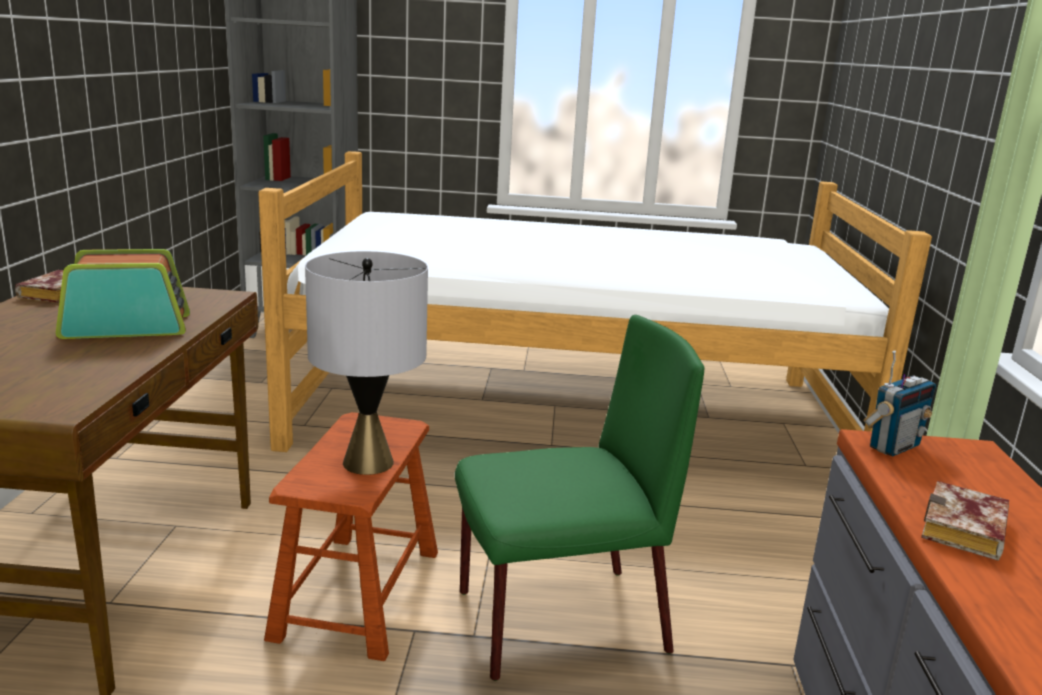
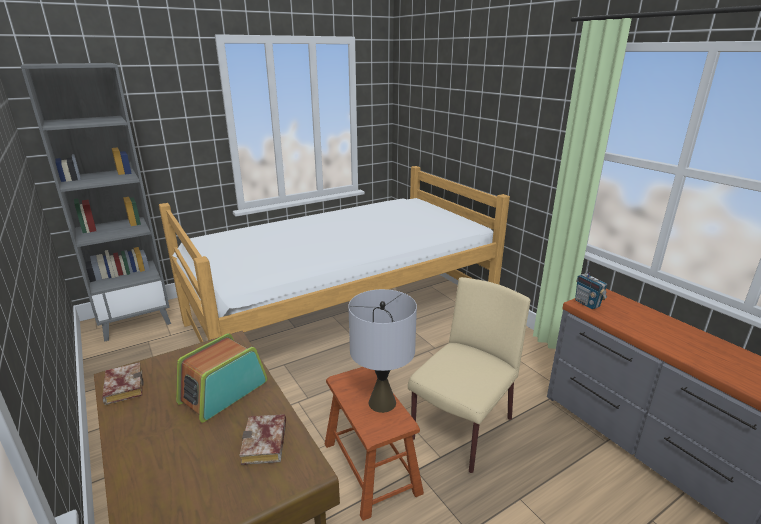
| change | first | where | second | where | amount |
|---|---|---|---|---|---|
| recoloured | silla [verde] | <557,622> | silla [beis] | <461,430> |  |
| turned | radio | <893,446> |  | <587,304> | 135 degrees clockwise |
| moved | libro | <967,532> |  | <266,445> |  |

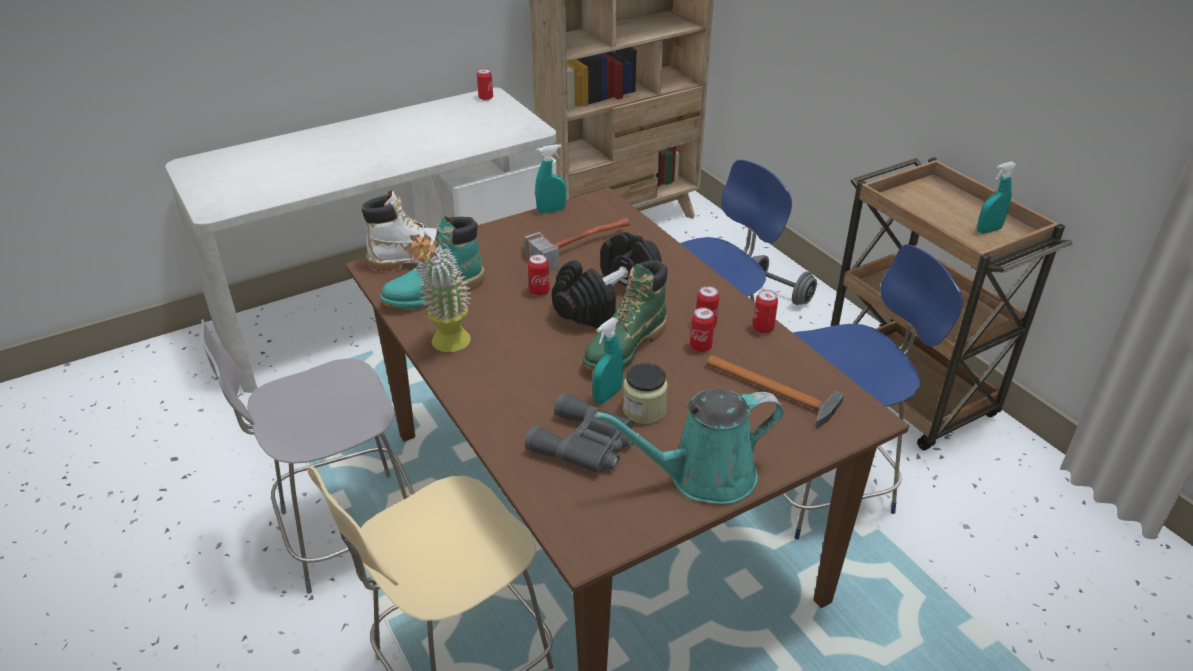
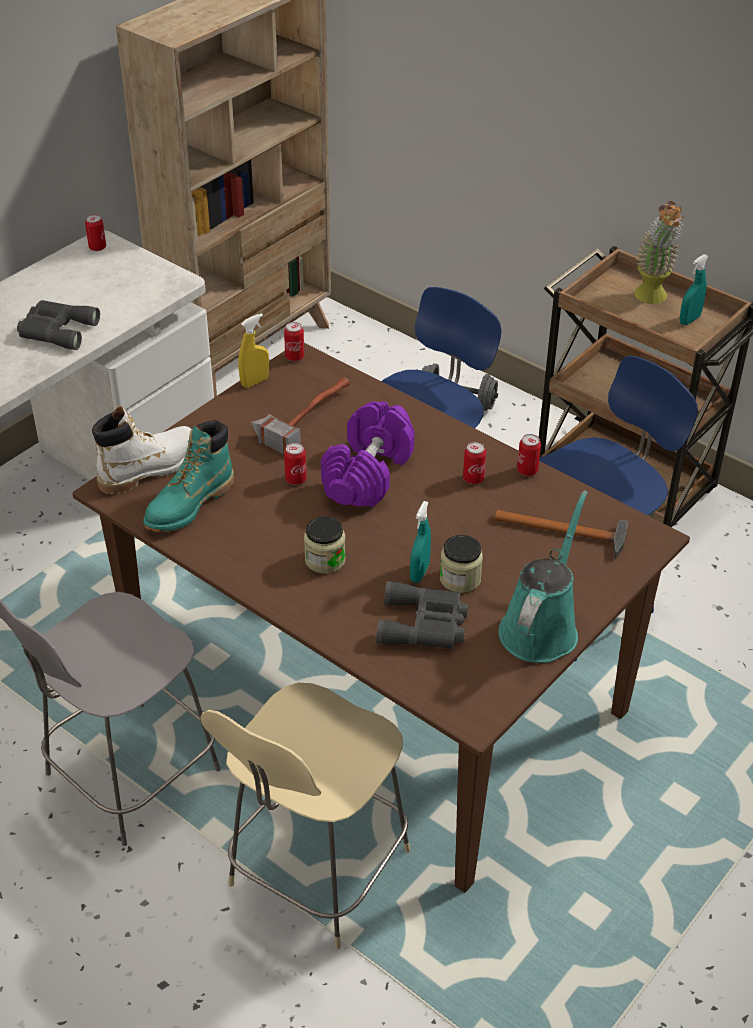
| change | first | where | second | where | amount |
|---|---|---|---|---|---|
| moved | planta en maceta | <447,347> |  | <652,300> |  |
| recoloured | pulverizador [turquesa] | <551,210> | pulverizador [amarillo] | <255,382> |  |
| recoloured | mancuerna [negro] | <607,300> | mancuerna [morado] | <367,473> |  |
| removed | bota [verde] | <625,348> |  |  |  |
| turned | regadera [turquesa] | <703,476> |  | <541,627> | 150 degrees clockwise |
| moved | lata | <700,347> |  | <294,357> |  |
| added |  |  | prismáticos [gris] | <56,330> |  |
| added |  |  | tarro | <325,560> |  |

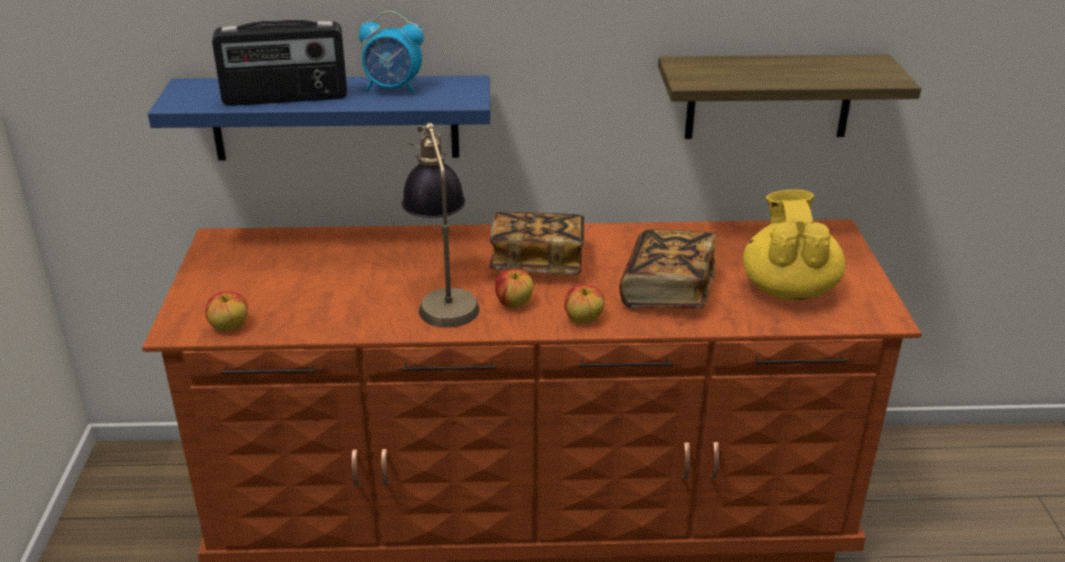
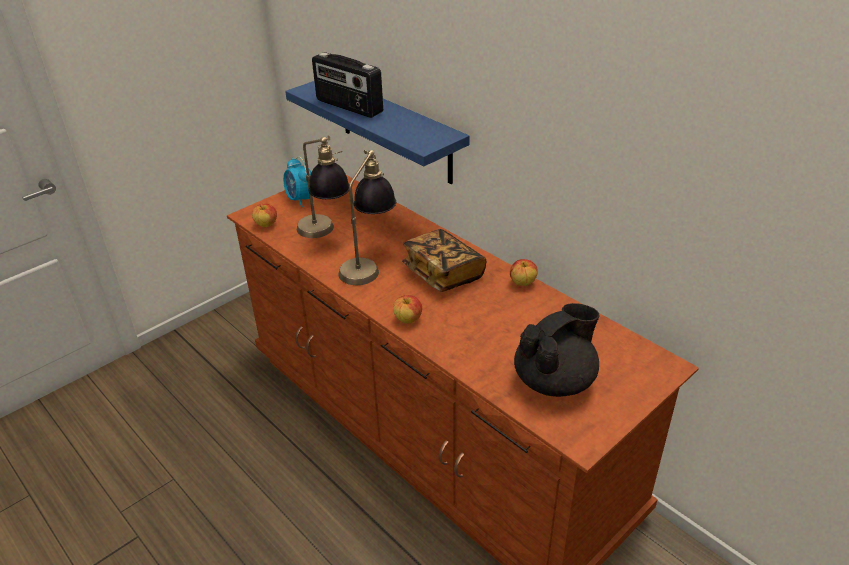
| change | first | where | second | where | amount |
|---|---|---|---|---|---|
| moved | despertador | <393,89> |  | <300,200> |  |
| moved | manzana | <513,303> |  | <522,282> |  |
| removed | libro | <667,291> |  |  |  |
| removed | estante | <769,96> |  |  |  |
| recoloured | tetera [amarillo] | <788,288> | tetera [negro] | <555,380> |  |
| added |  |  | lámpara de mesa | <325,234> |  |

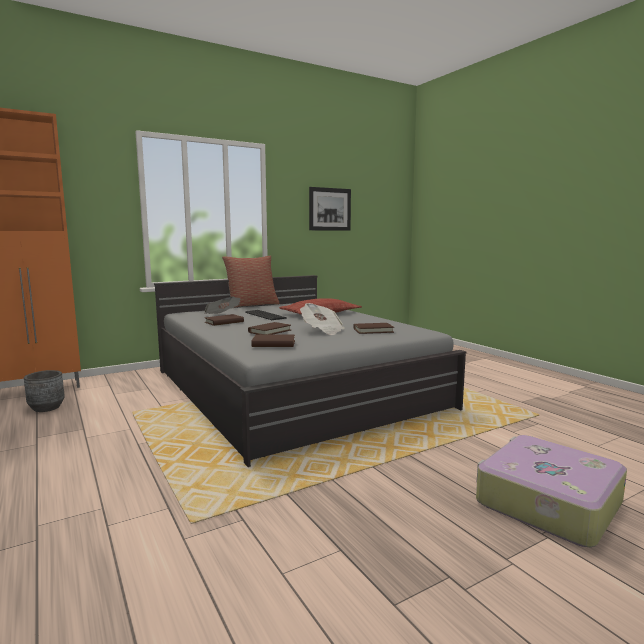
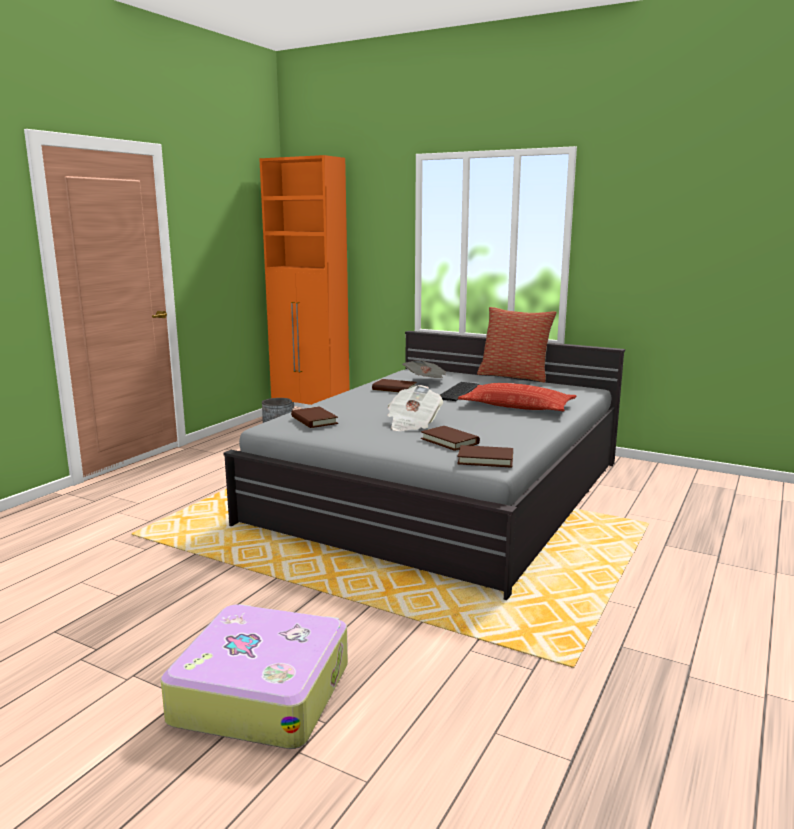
| change | first | where | second | where | amount |
|---|---|---|---|---|---|
| moved | libro [marrón] | <269,331> |  | <485,459> |  |
| removed | cuadro | <330,209> |  |  |  |

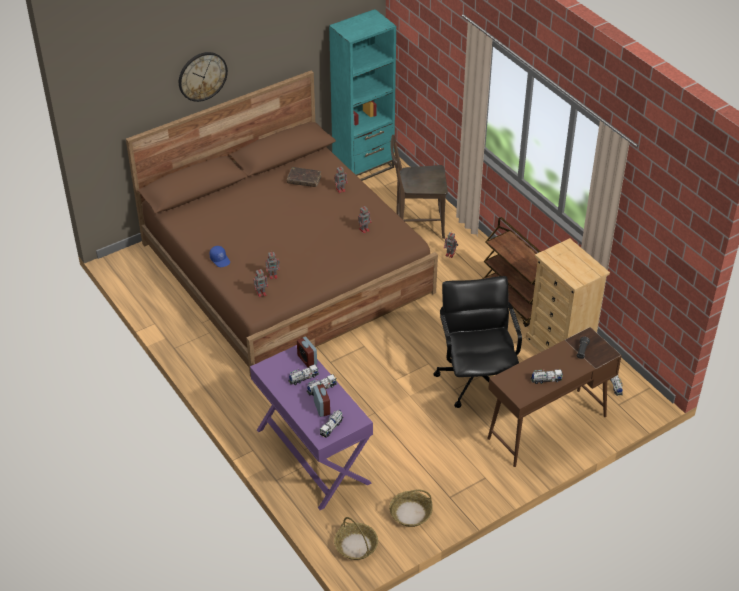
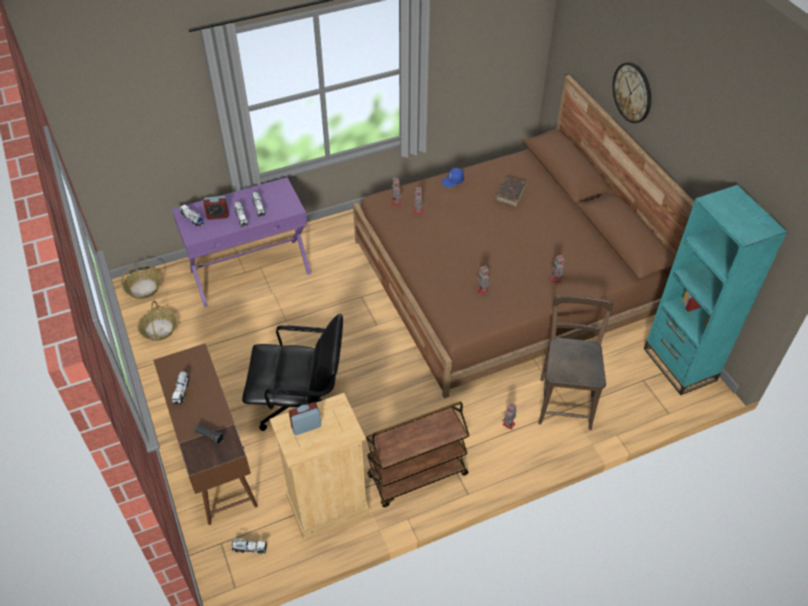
| change | first | where | second | where | amount |
|---|---|---|---|---|---|
| moved | libro [marrón] | <304,180> |  | <510,194> |  |
| moved | despertador | <307,360> |  | <306,426> |  |

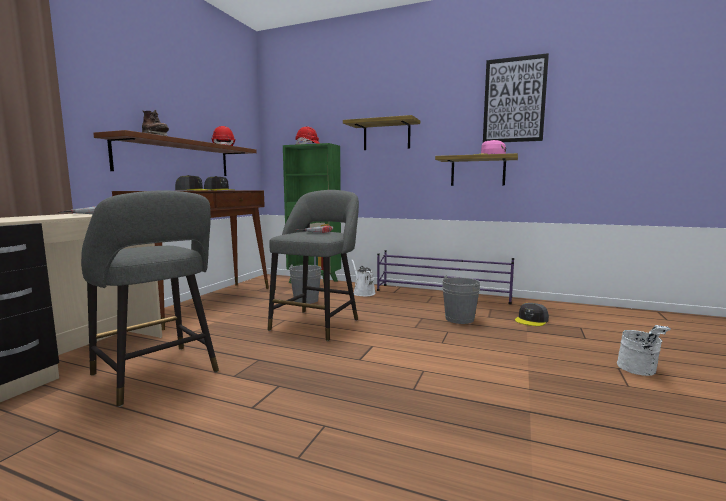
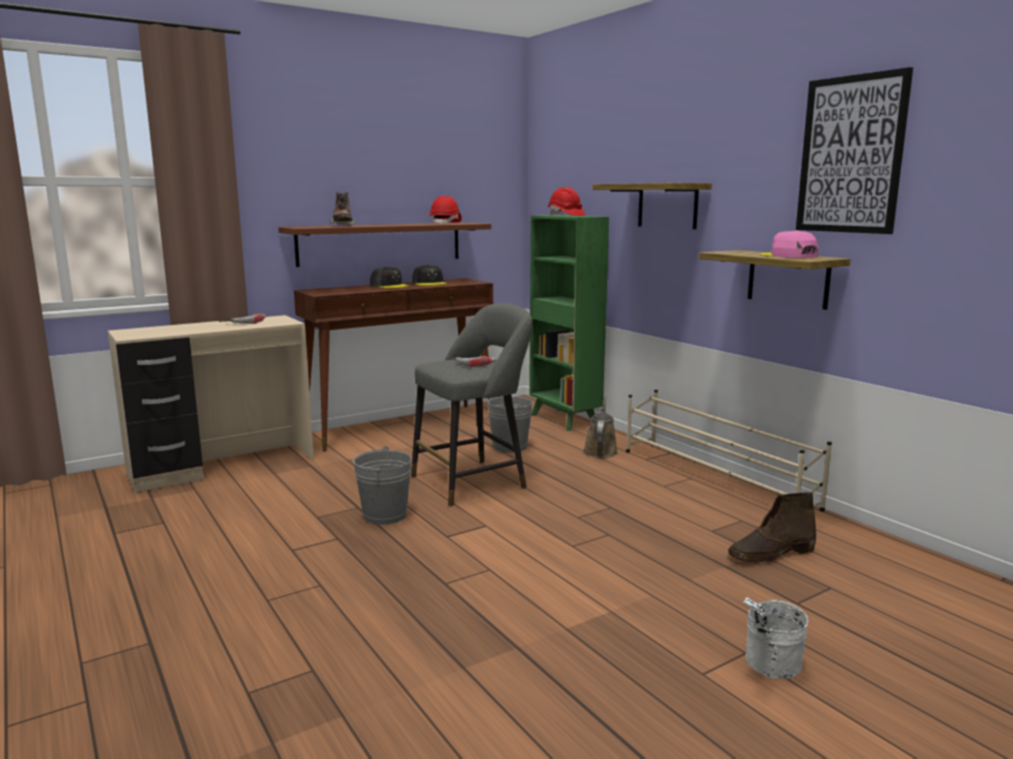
| change | first | where | second | where | amount |
|---|---|---|---|---|---|
| removed | taburete [gris] | <158,375> |  |  |  |
| recoloured | regadera [blanco] | <363,293> | regadera [marrón] | <600,451> |  |
| recoloured | zapatero [morado] | <442,294> | zapatero [beis] | <715,478> |  |
| moved | cubo [gris] | <459,319> |  | <385,515> |  |
| replaced | gorra [gris] | <531,320> | bota [marrón] | <771,554> |  |

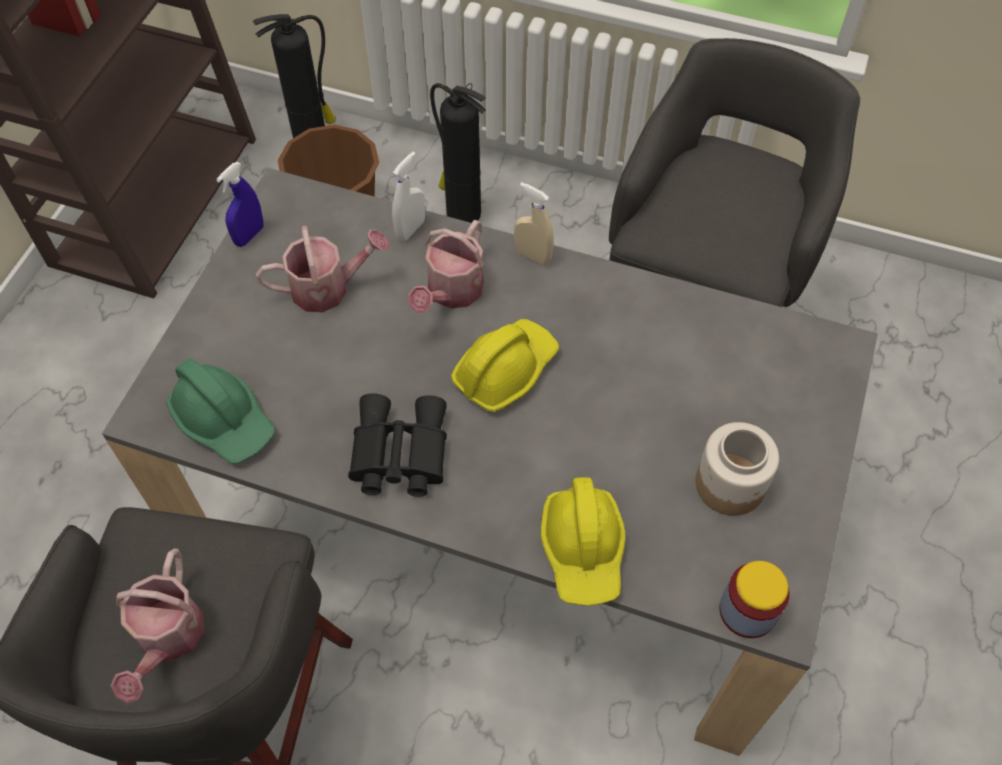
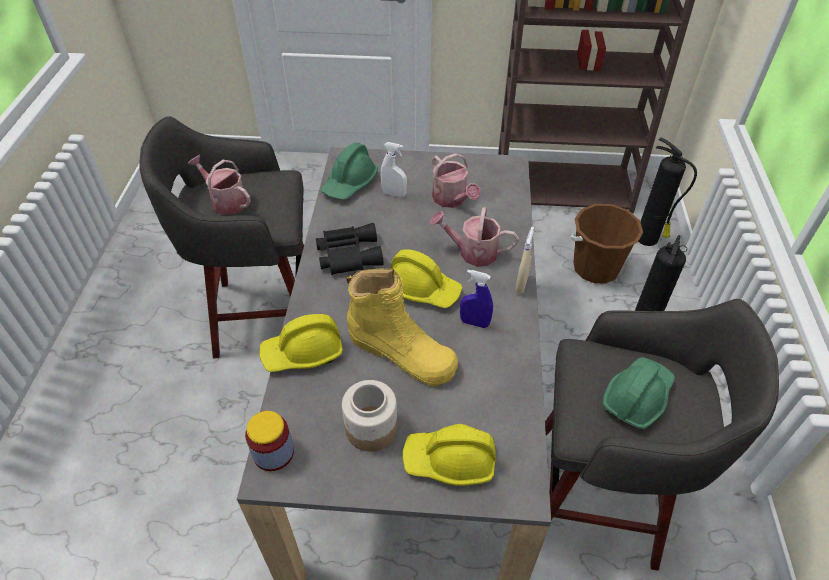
| change | first | where | second | where | amount |
|---|---|---|---|---|---|
| turned | regadera | <168,639> |  | <225,201> | 45 degrees clockwise |
| moved | pulverizador [azul] | <249,235> |  | <474,323> |  |
| moved | pulverizador [blanco] | <410,229> |  | <394,194> |  |
| added |  |  | bota [amarillo] | <402,352> |  |
| added |  |  | casco [amarillo] | <450,461> |  |
| added |  |  | casco [verde] | <637,396> |  |

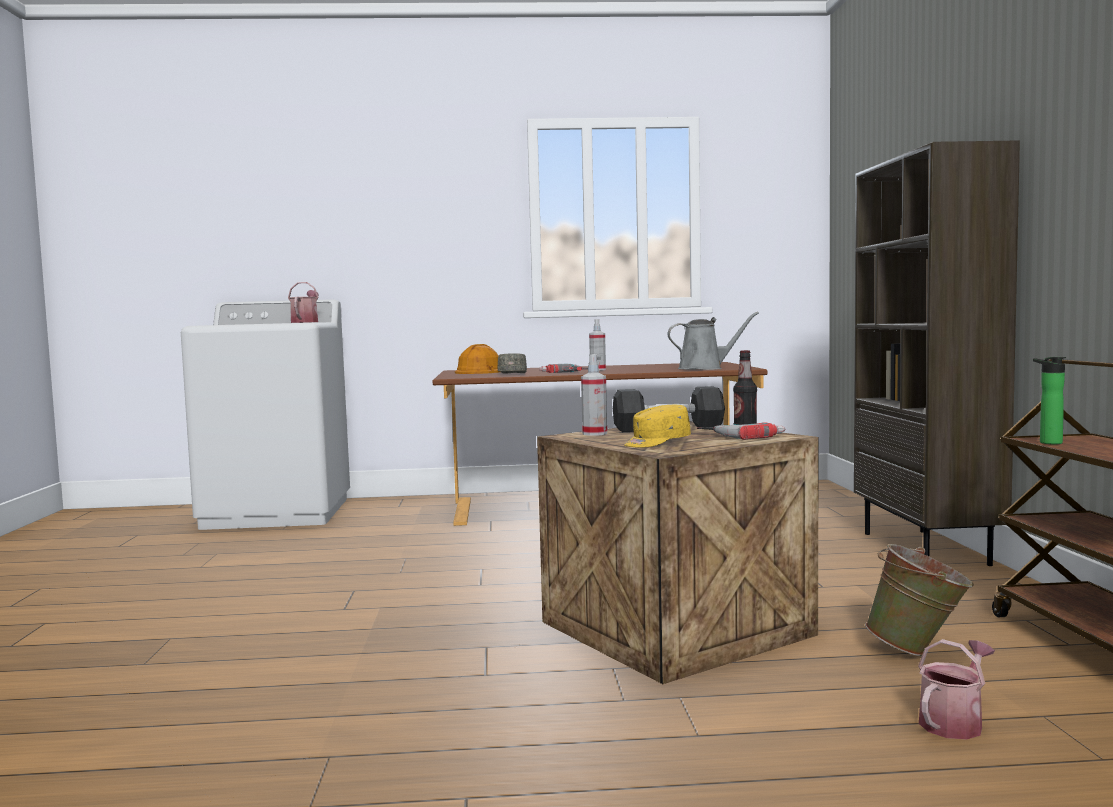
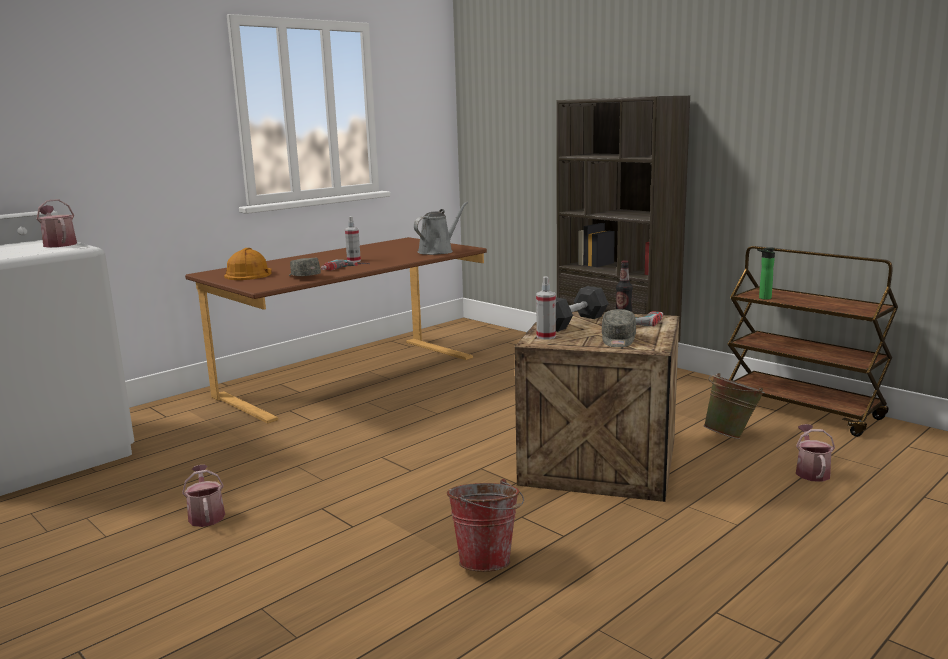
| change | first | where | second | where | amount |
|---|---|---|---|---|---|
| recoloured | gorra [amarillo] | <656,443> | gorra [gris] | <618,340> |  |
| added |  |  | regadera | <206,515> |  |
| added |  |  | cubo | <487,560> |  |

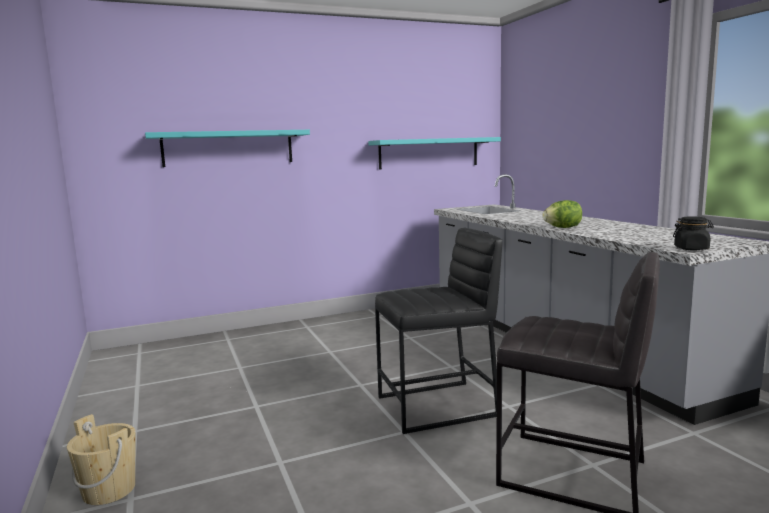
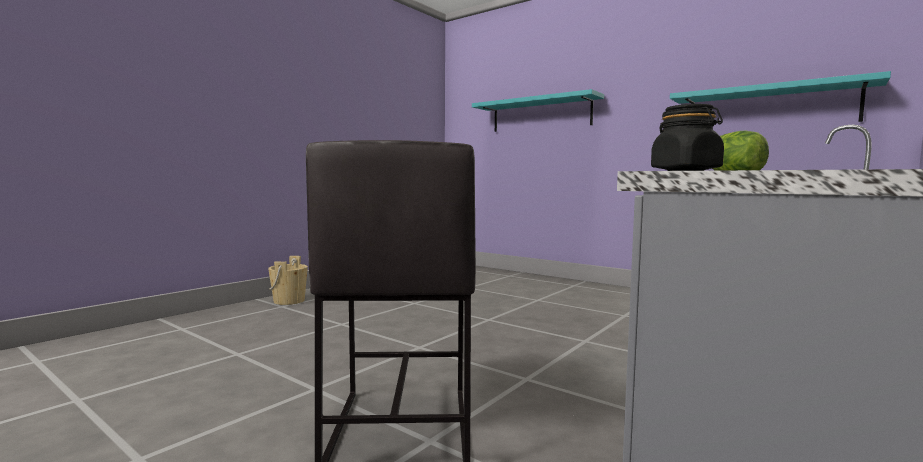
| change | first | where | second | where | amount |
|---|---|---|---|---|---|
| removed | taburete [negro] | <438,406> |  |  |  |

